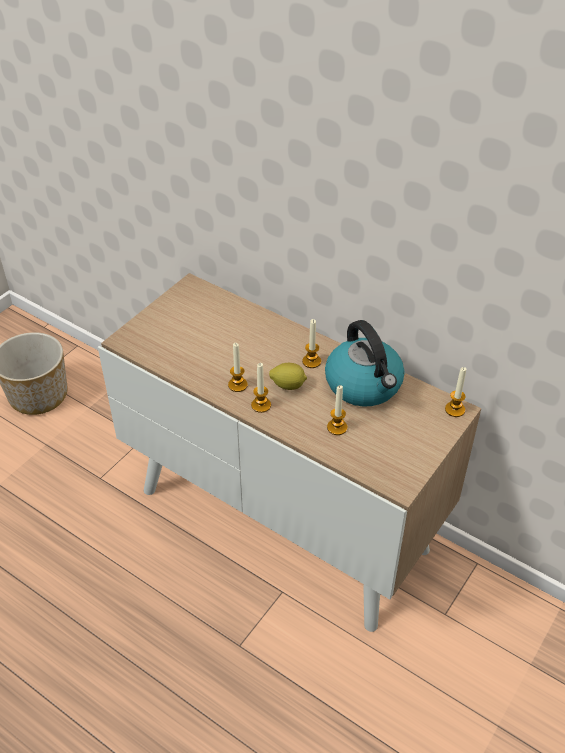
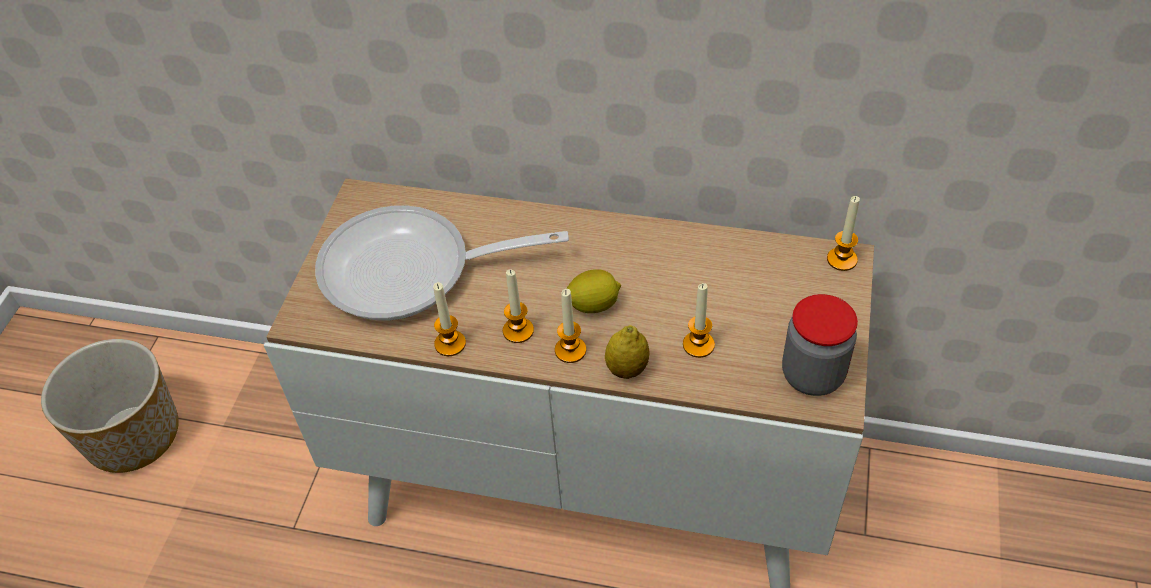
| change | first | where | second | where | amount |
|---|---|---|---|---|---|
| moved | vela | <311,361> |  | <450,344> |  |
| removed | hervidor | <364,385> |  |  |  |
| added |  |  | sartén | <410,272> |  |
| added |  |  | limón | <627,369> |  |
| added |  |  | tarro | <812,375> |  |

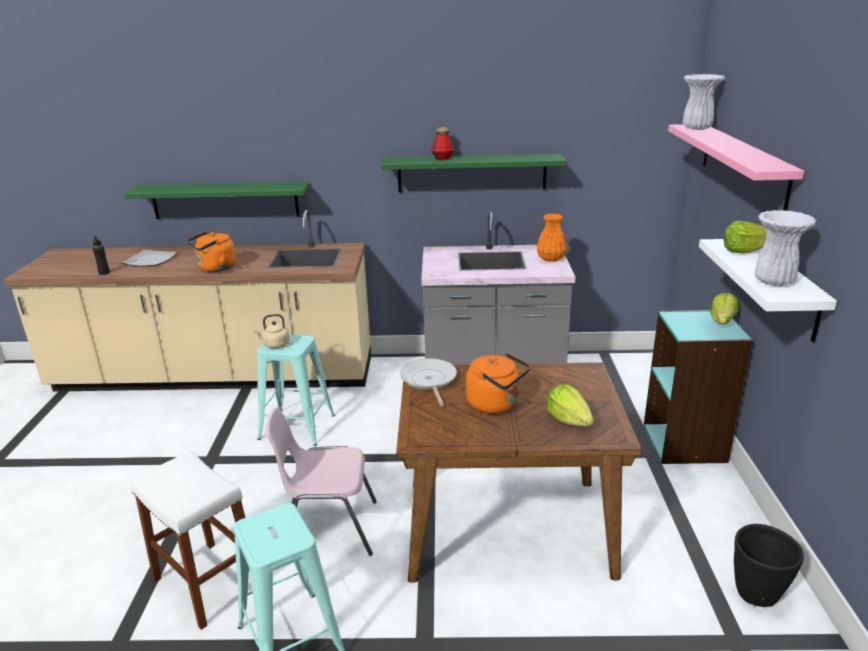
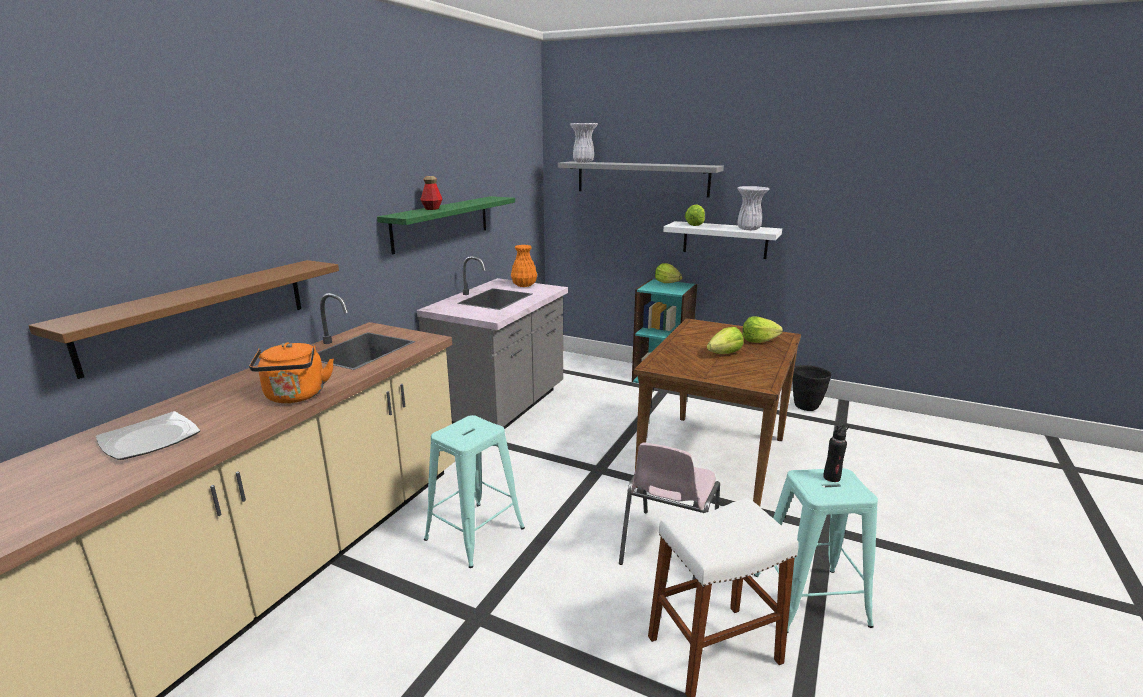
| change | first | where | second | where | amount |
|---|---|---|---|---|---|
| moved | botella [negro] | <104,273> |  | <831,477> |  |
| recoloured | estante [verde] | <225,200> | estante [marrón] | <200,312> |  |
| removed | hervidor [beis] | <275,345> |  |  |  |
| removed | sartén | <429,380> |  |  |  |
| replaced | hervidor [naranja] | <496,404> | lechuga | <724,354> |  |
| recoloured | estante [rosa] | <743,165> | estante [gris] | <641,178> |  |

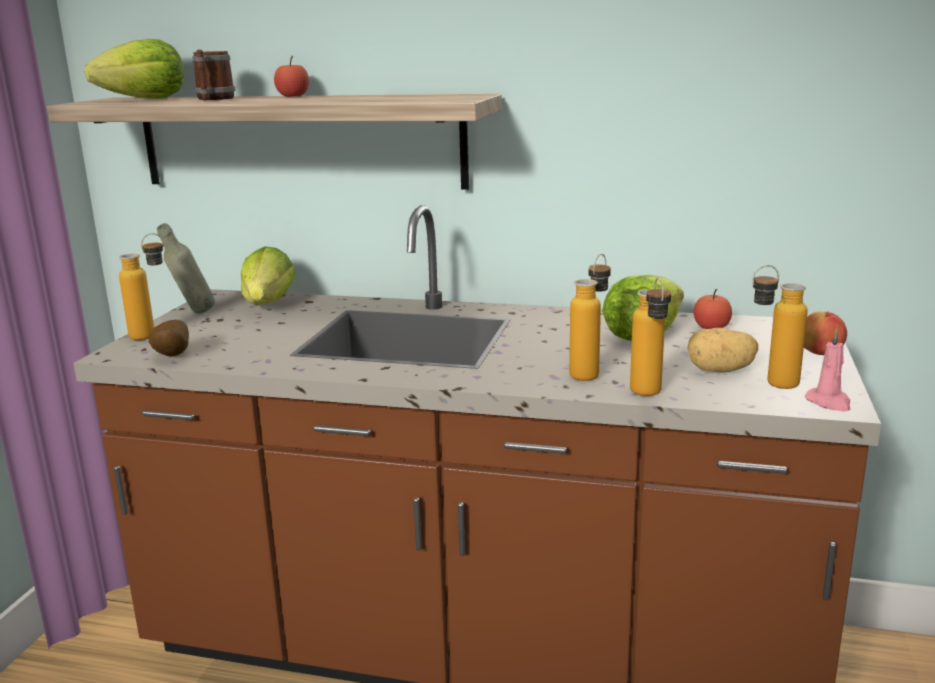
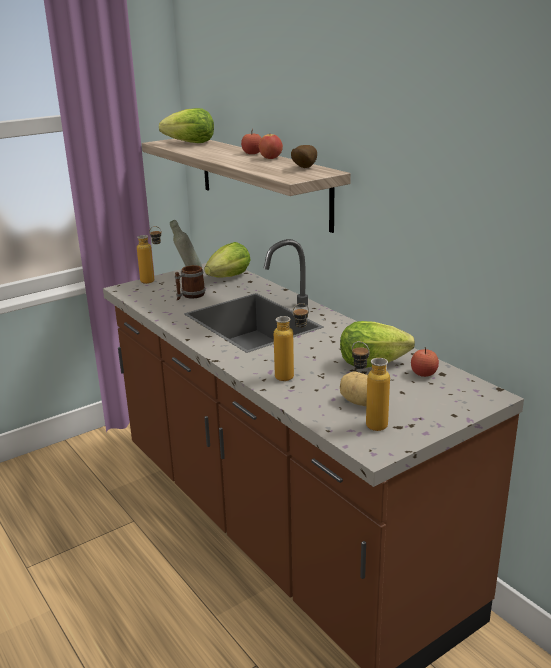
| change | first | where | second | where | amount |
|---|---|---|---|---|---|
| moved | patata | <171,357> |  | <303,168> |  |
| moved | taza grande | <213,99> |  | <190,296> |  |
| removed | botella | <649,396> |  |  |  |
| moved | manzana | <820,353> |  | <270,158> |  |
| removed | vela [rosa] | <829,402> |  |  |  |

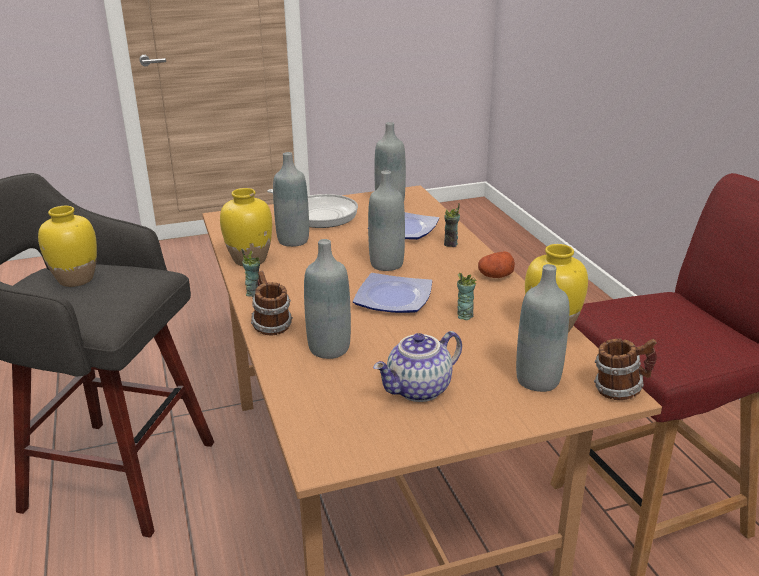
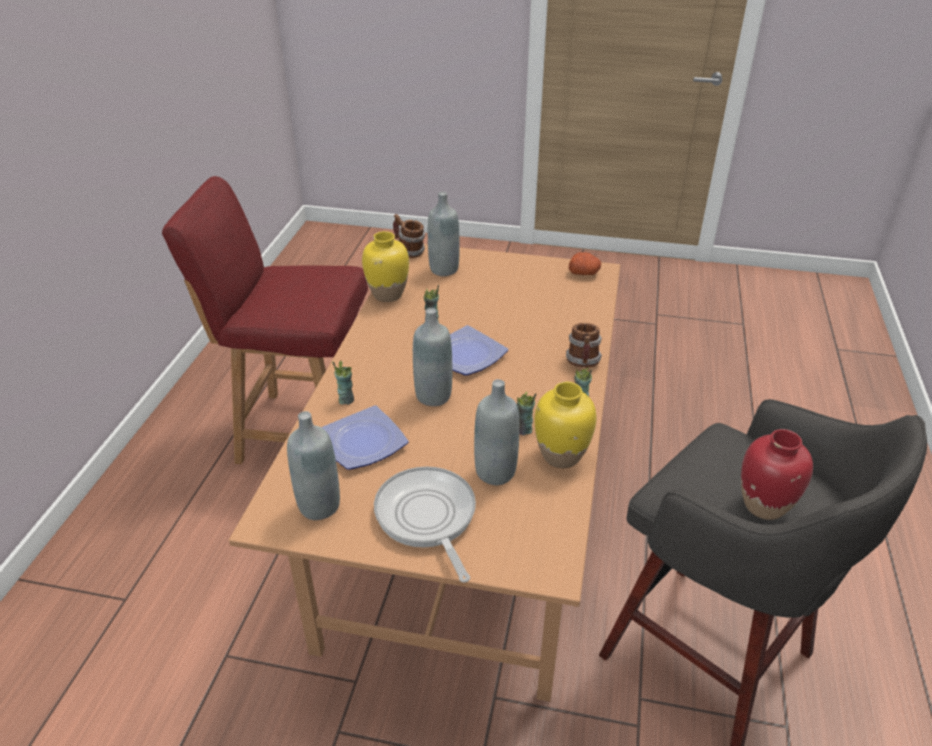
| change | first | where | second | where | amount |
|---|---|---|---|---|---|
| recoloured | florero [amarillo] | <75,279> | florero [rojo] | <764,505> |  |
| removed | botella [gris] | <329,348> |  |  |  |
| removed | tetera | <419,390> |  |  |  |
| moved | patata | <495,276> |  | <584,273> |  |
| added |  |  | taza | <524,430> |  |

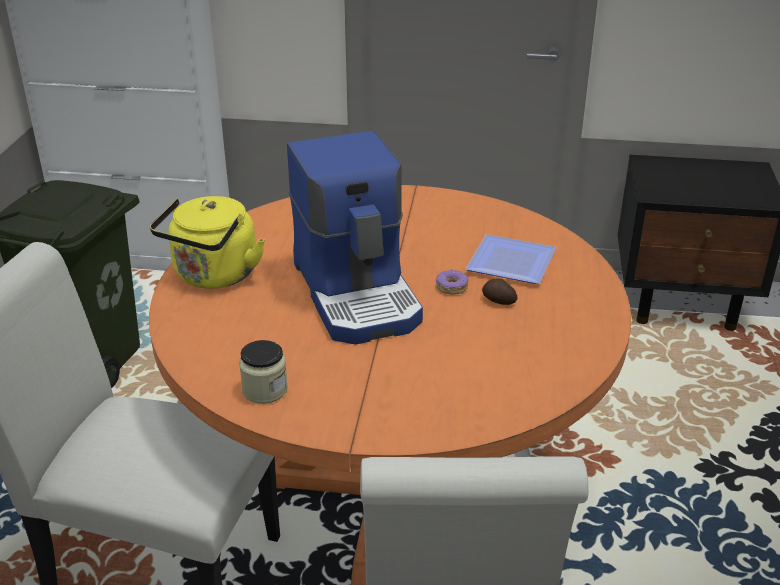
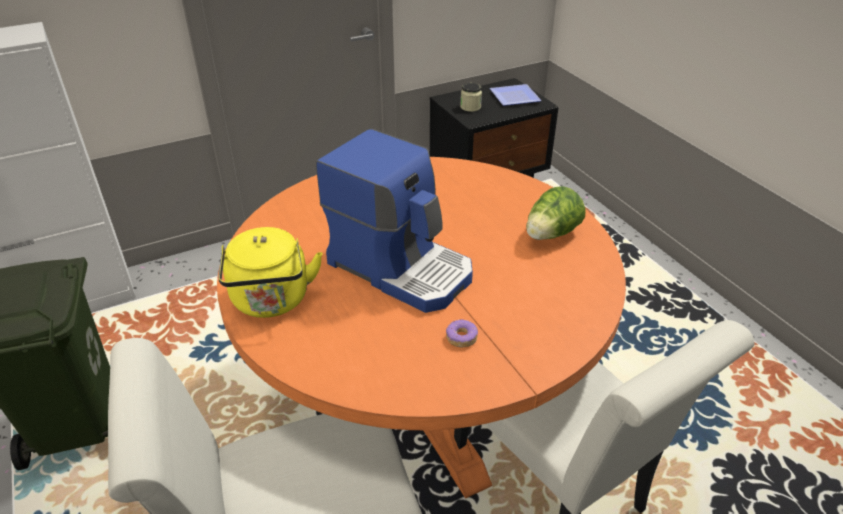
| change | first | where | second | where | amount |
|---|---|---|---|---|---|
| moved | tarro | <265,390> |  | <470,107> |  |
| moved | rosquilla | <451,287> |  | <461,338> |  |
| moved | plato | <509,261> |  | <513,97> |  |
| removed | patata | <498,301> |  |  |  |
| added |  |  | lechuga | <551,234> |  |

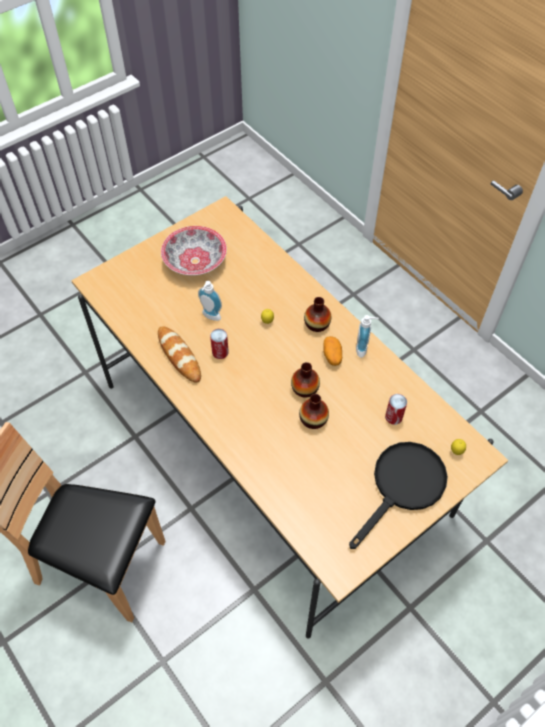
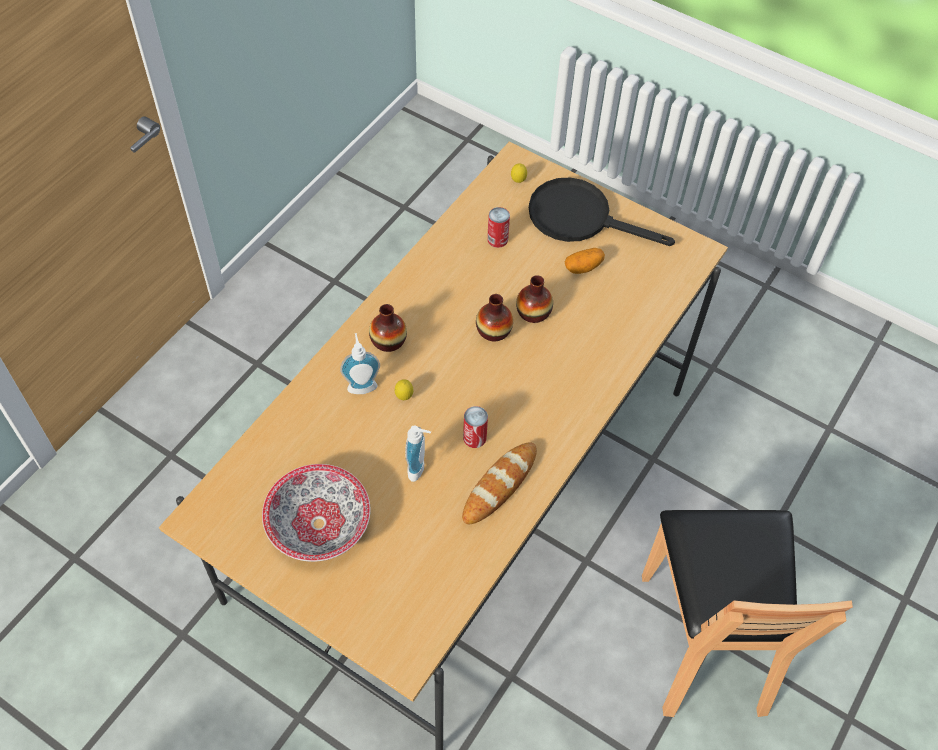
| change | first | where | second | where | amount |
|---|---|---|---|---|---|
| moved | patata | <332,355> |  | <583,267> |  |
| moved | dispensador de jabón | <364,349> |  | <361,385> |  |

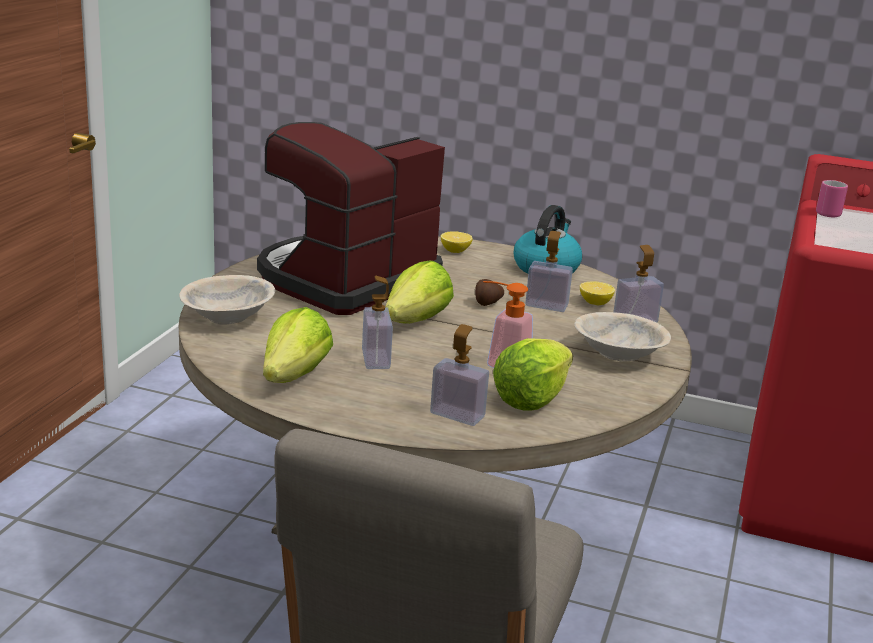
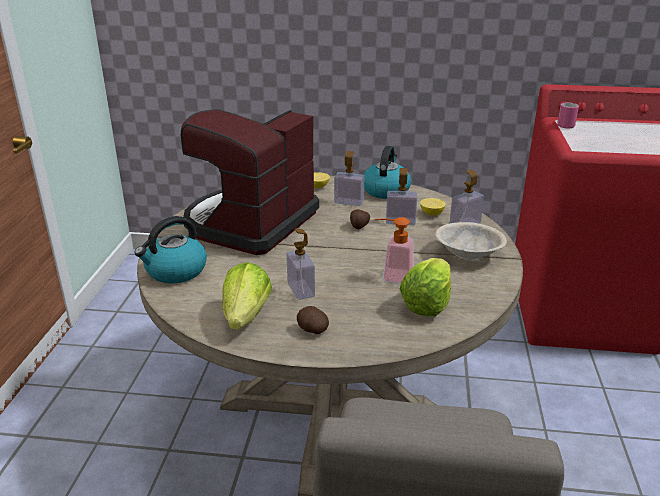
| change | first | where | second | where | amount |
|---|---|---|---|---|---|
| replaced | cuenco [beis] | <228,317> | hervidor | <175,271> |  |
| removed | lechuga | <416,321> |  |  |  |
| moved | dispensador de jabón | <457,415> |  | <349,202> |  |
| added |  |  | patata | <312,330> |  |

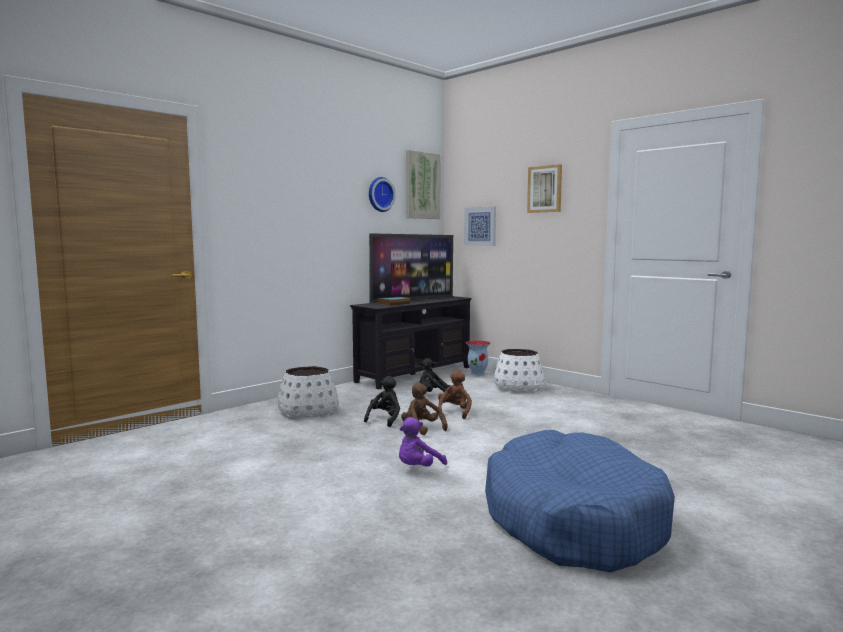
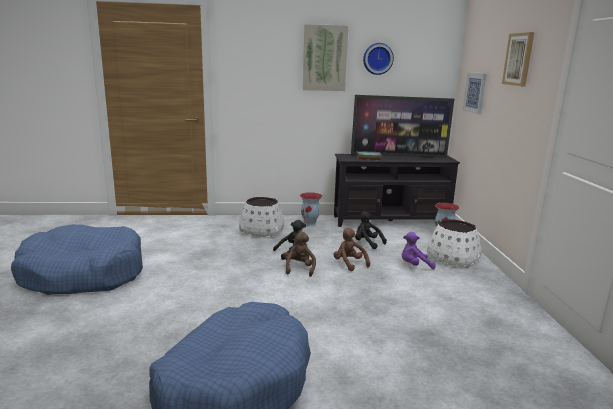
| change | first | where | second | where | amount |
|---|---|---|---|---|---|
| moved | peluche [morado] | <418,468> |  | <414,266> |  |
| moved | cuadro | <422,185> |  | <324,58> |  |
| turned | peluche [marrón] | <454,412> |  | <349,264> | 90 degrees counterclockwise |
| added |  |  | cama para perro [azul] | <83,274> |  |
| added |  |  | florero | <310,223> |  |

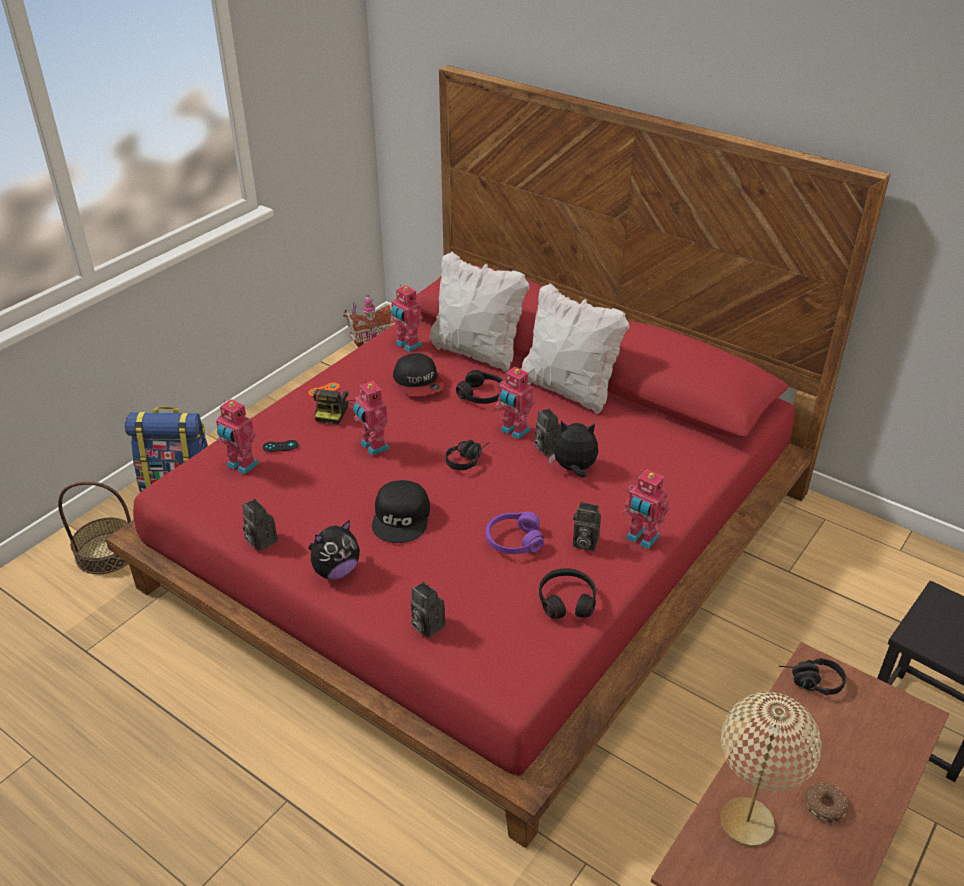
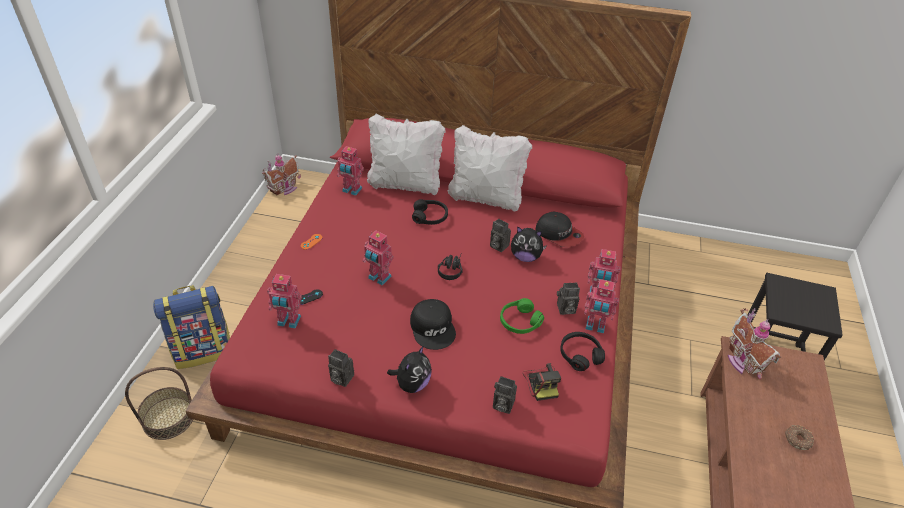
| change | first | where | second | where | amount |
|---|---|---|---|---|---|
| moved | cámara | <335,411> |  | <541,383> |  |
| moved | gorra | <419,382> |  | <558,234> |  |
| recoloured | auriculares [morado] | <513,540> | auriculares [verde] | <519,321> |  |
| moved | robot de juguete | <514,431> |  | <595,326> |  |
| turned | peluche | <574,469> |  | <525,257> | 150 degrees counterclockwise |
| removed | lámpara de mesa [beis] | <747,823> |  |  |  |
| replaced | auriculares [negro] | <810,682> | casita | <742,361> |  |

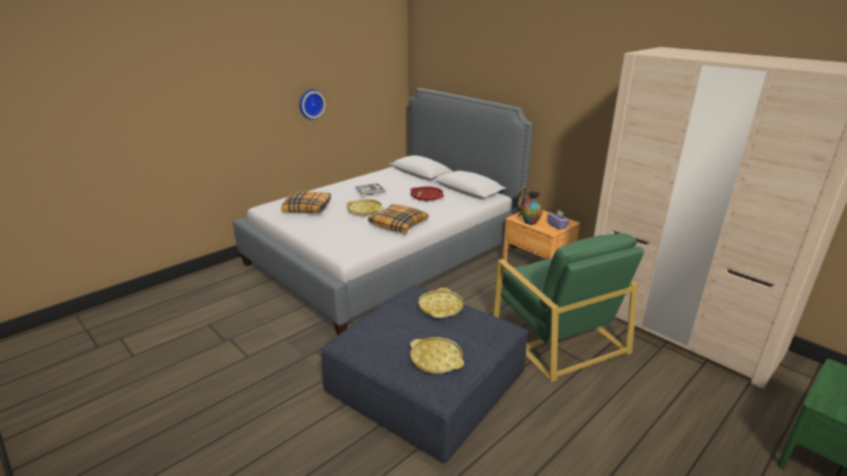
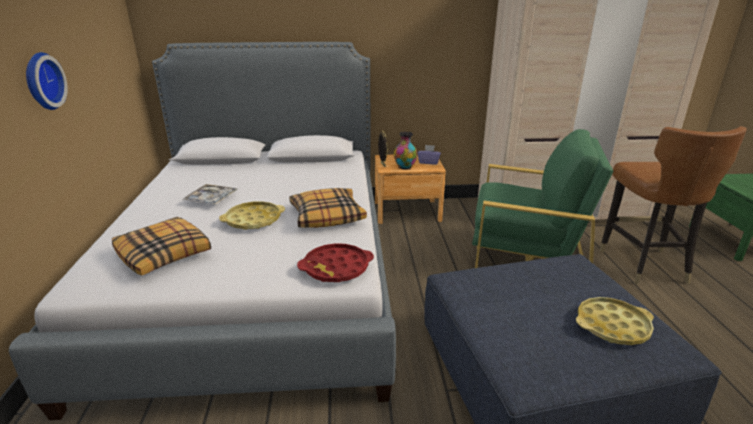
| change | first | where | second | where | amount |
|---|---|---|---|---|---|
| moved | bandeja [rojo] | <426,197> |  | <336,268> |  |
| removed | bandeja [amarillo] | <440,307> |  |  |  |
| added |  |  | silla [marrón] | <643,265> |  |

